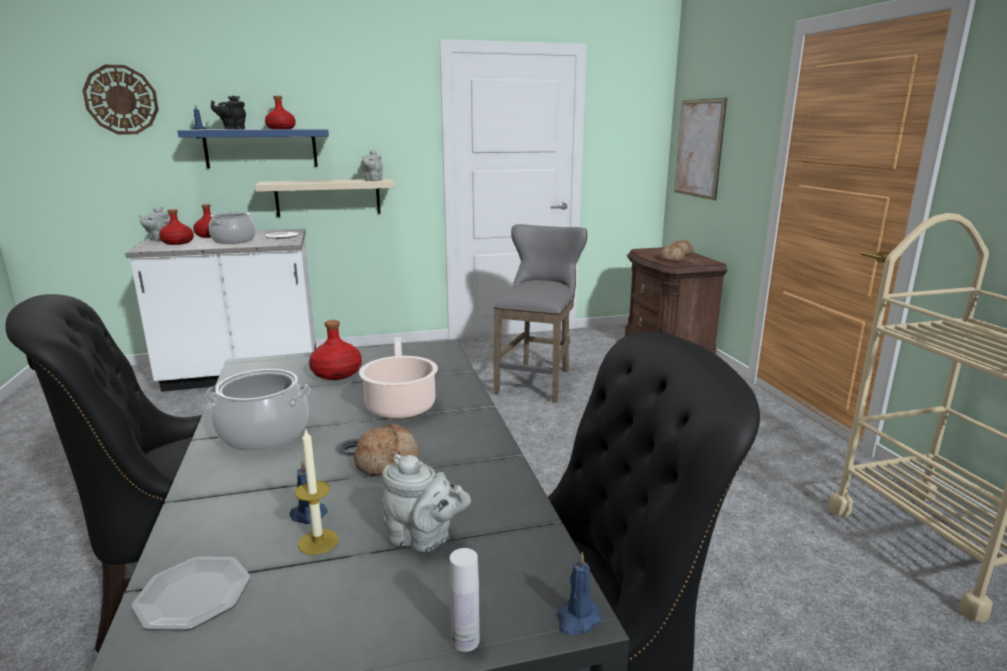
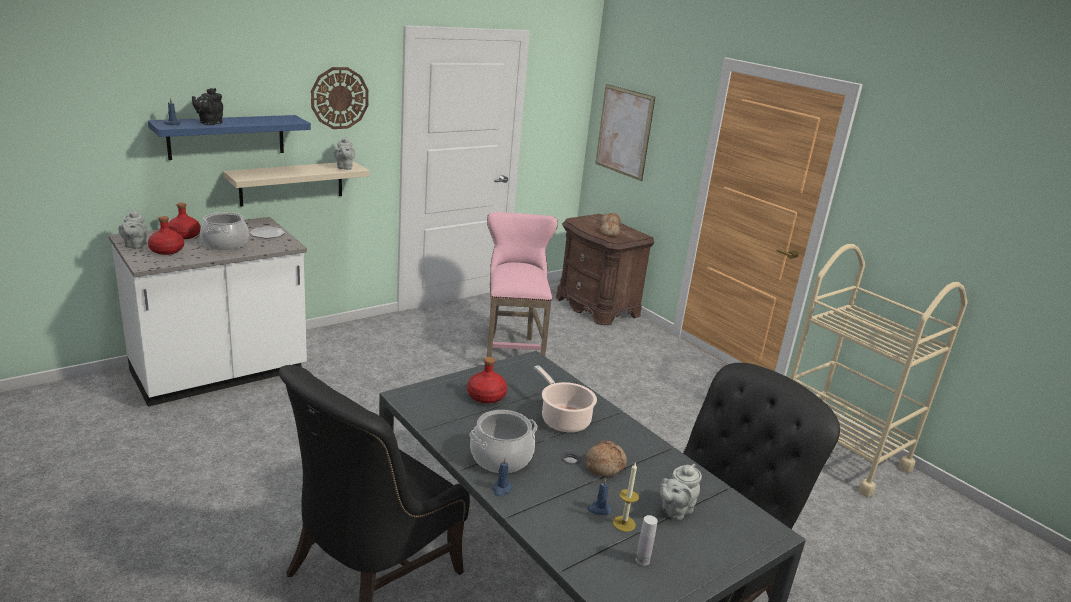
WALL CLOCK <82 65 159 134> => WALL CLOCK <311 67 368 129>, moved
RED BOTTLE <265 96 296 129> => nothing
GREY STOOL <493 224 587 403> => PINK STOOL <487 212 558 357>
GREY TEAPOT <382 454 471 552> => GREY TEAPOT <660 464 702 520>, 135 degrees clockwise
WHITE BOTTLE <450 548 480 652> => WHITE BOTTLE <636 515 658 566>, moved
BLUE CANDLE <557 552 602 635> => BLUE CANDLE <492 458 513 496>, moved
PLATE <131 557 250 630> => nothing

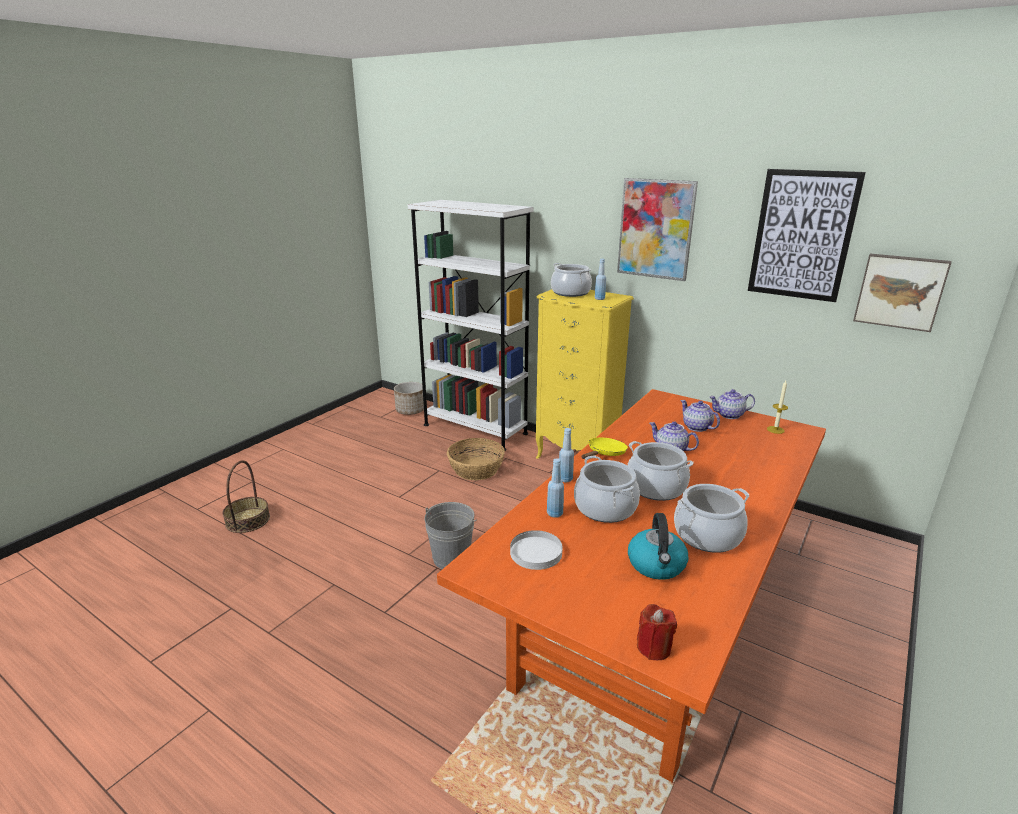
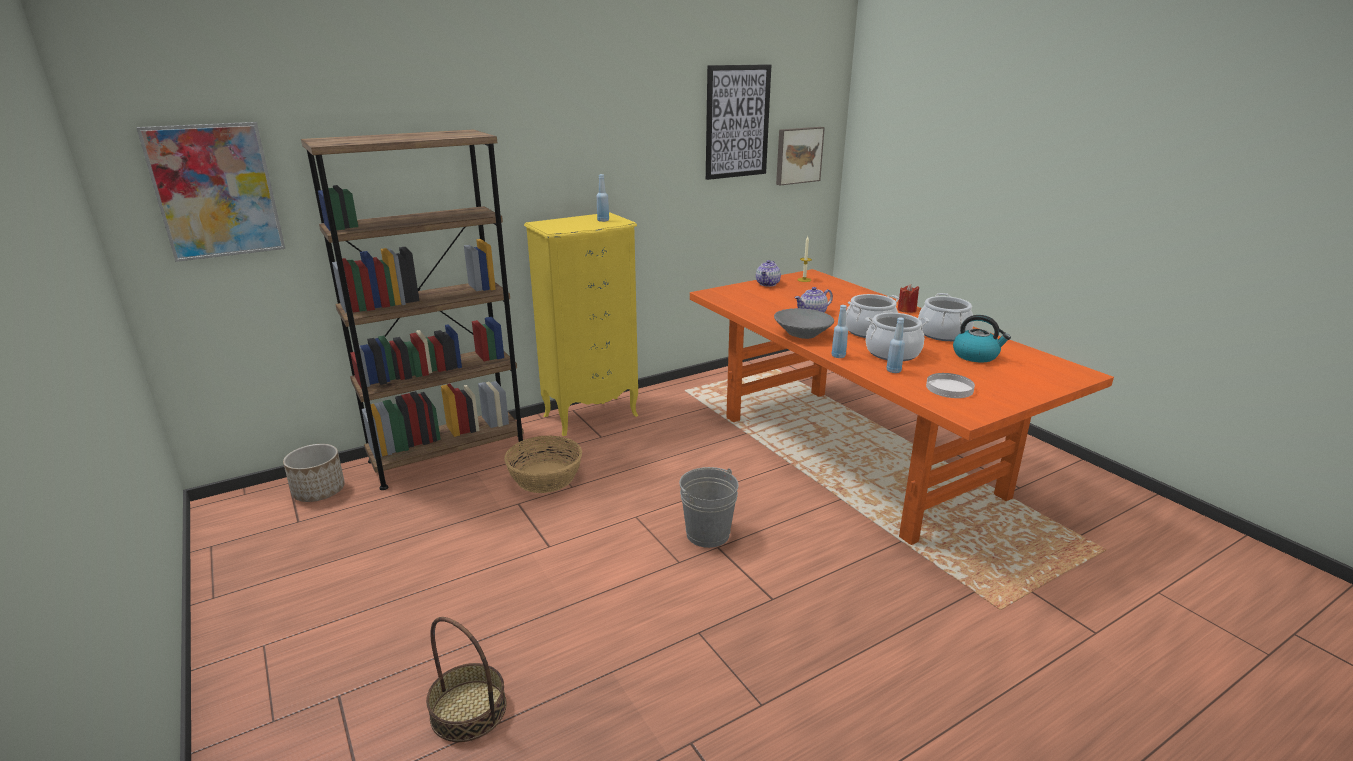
PICTURE <617 178 698 281> => PICTURE <136 122 285 262>, moved
WHITE BOOKCASE <408 200 534 451> => BROWN BOOKCASE <301 130 526 490>
COOKING POT <551 263 592 297> => nothing
TEAPOT <681 400 720 432> => nothing
YELLOW FRYING PAN <582 437 628 459> => GREY BOWL <774 308 834 339>
RED CANDLE <637 604 677 660> => RED CANDLE <898 284 919 313>, moved

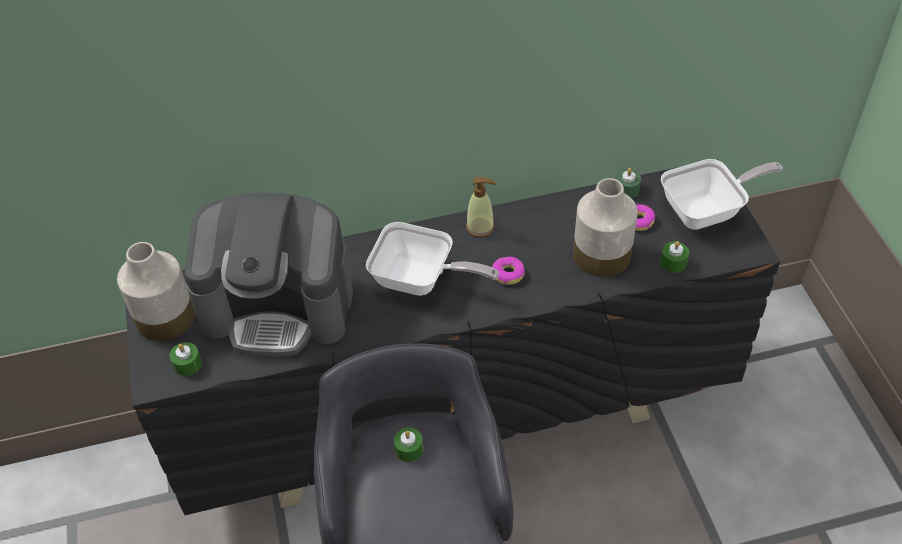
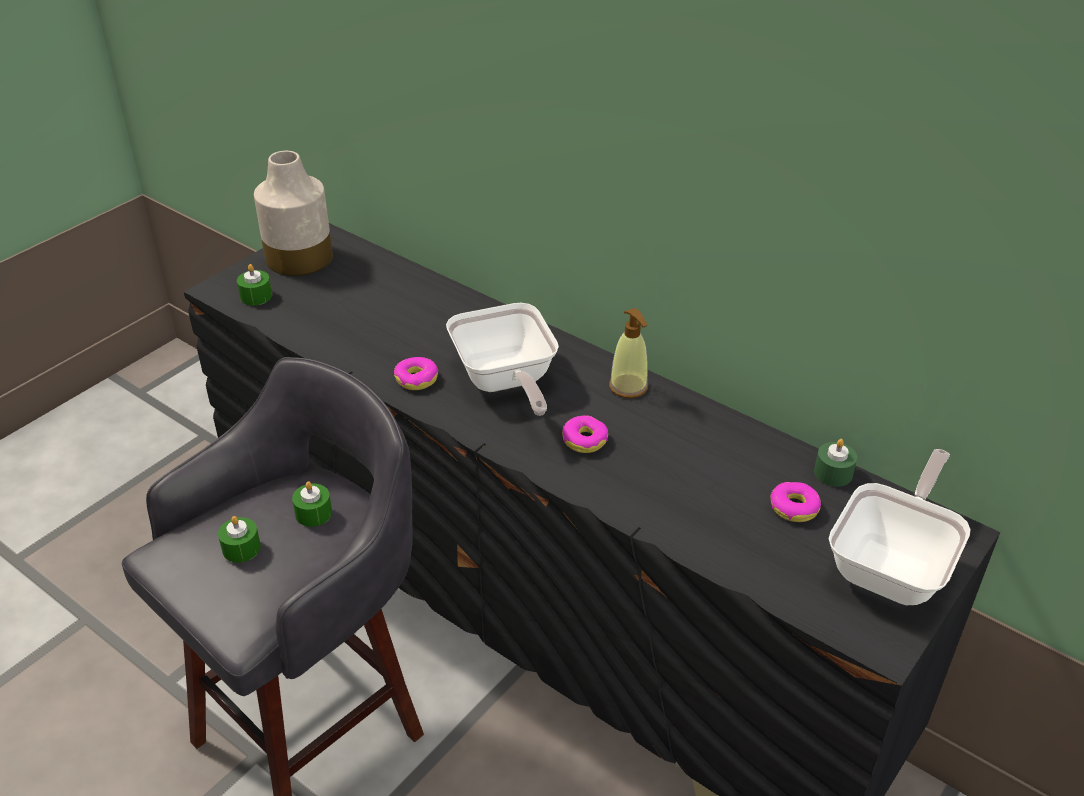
FRYING PAN <661 159 783 230> => FRYING PAN <829 449 971 605>, 90 degrees counterclockwise
BEIGE VASE <573 178 638 277> => nothing
COFFEE MACHINE <184 193 353 356> => nothing
GREEN CANDLE <660 241 689 273> => GREEN CANDLE <218 516 261 562>, moved
nothing => DONUT <394 357 438 390>

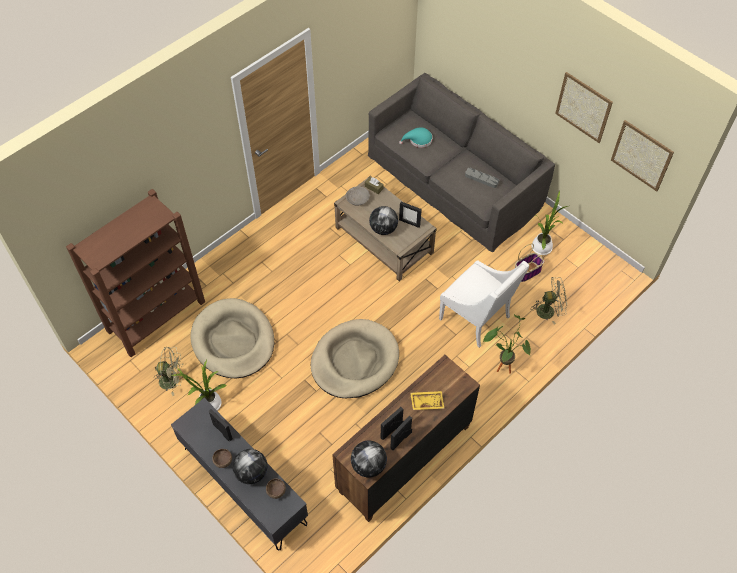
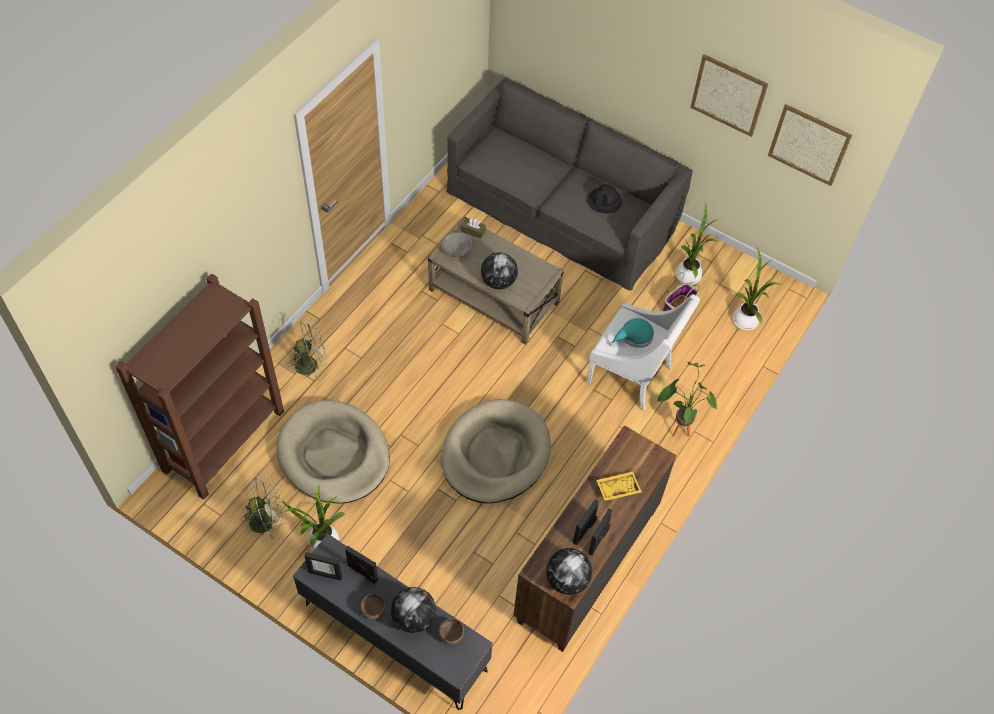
TURQUOISE HAT <399 127 433 148> => TURQUOISE HAT <610 318 654 348>, moved
GREY TRAY <465 168 499 188> => BLACK HAT <587 184 622 214>
PICTURE FRAME <399 202 422 228> => PICTURE FRAME <304 552 342 581>, moved
GREEN FAN <532 277 567 325> => GREEN FAN <287 320 327 380>, moved
nothing => POTTED PLANT <733 247 780 330>

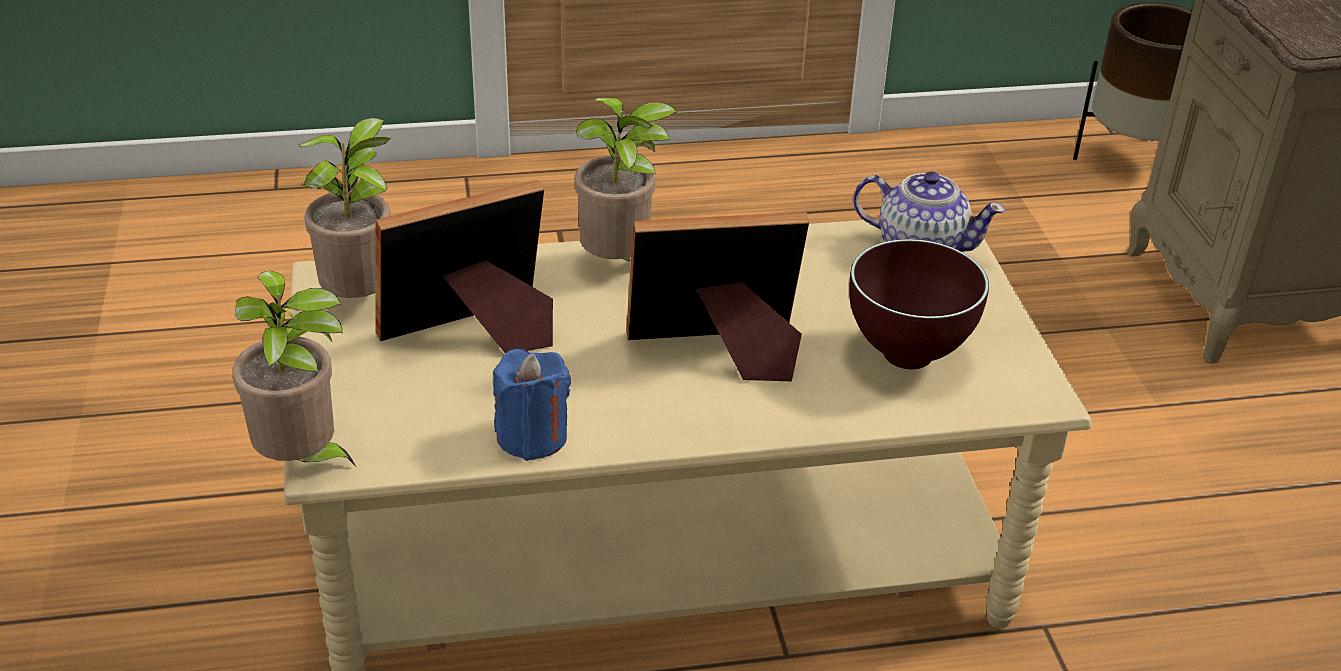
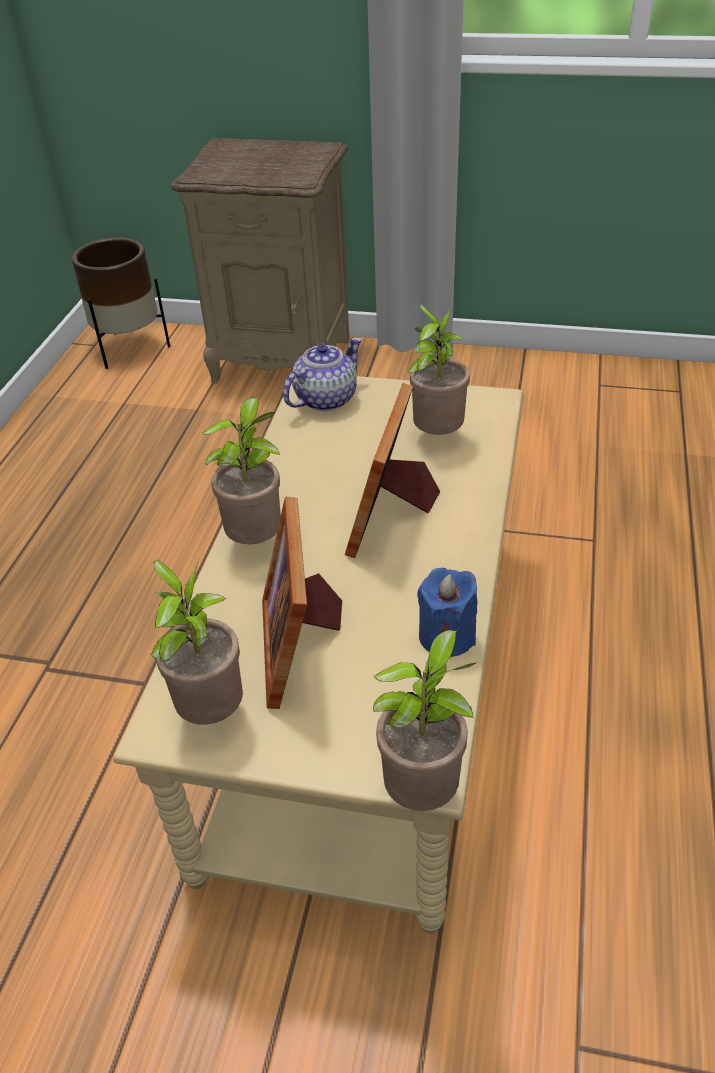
BROWN BOWL <849 239 989 369> => POTTED PLANT <408 305 470 435>

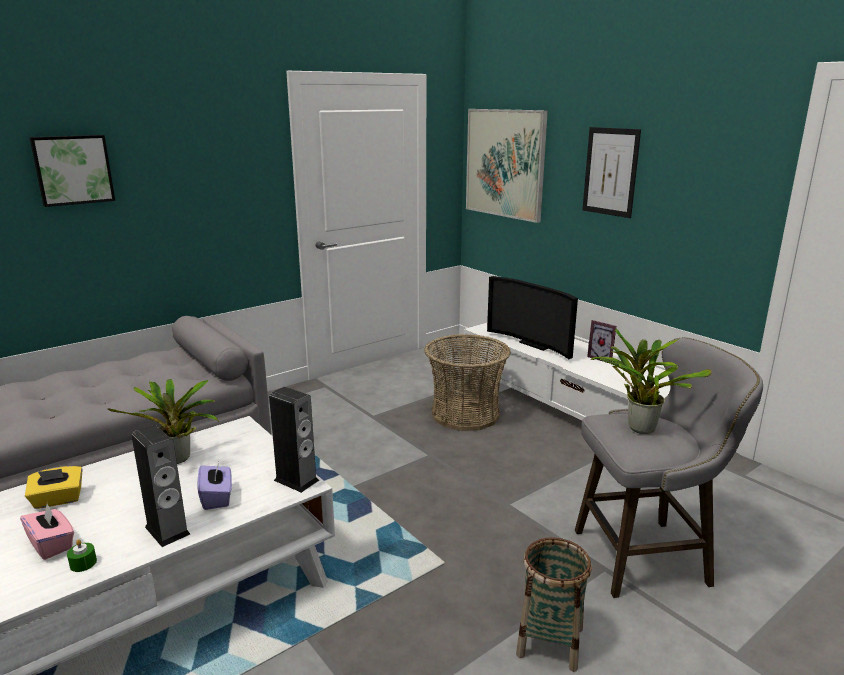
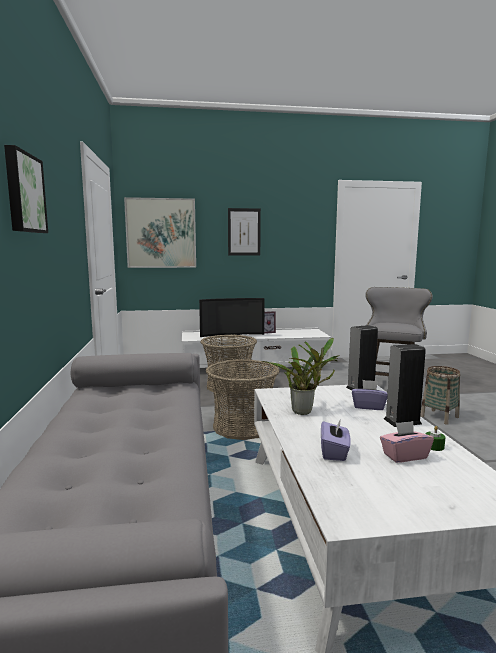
POTTED PLANT <590 329 712 434> => nothing
YELLOW TISSUE BOX <25 466 83 509> => PURPLE TISSUE BOX <321 420 351 461>
nothing => BASKET <206 359 280 440>

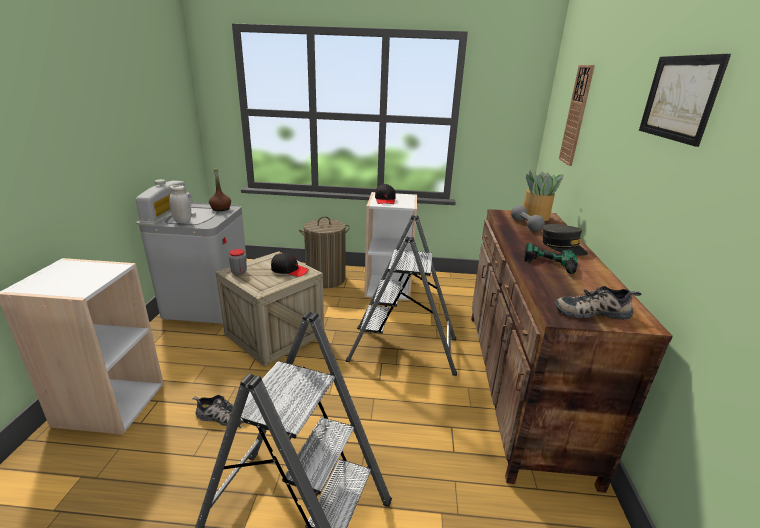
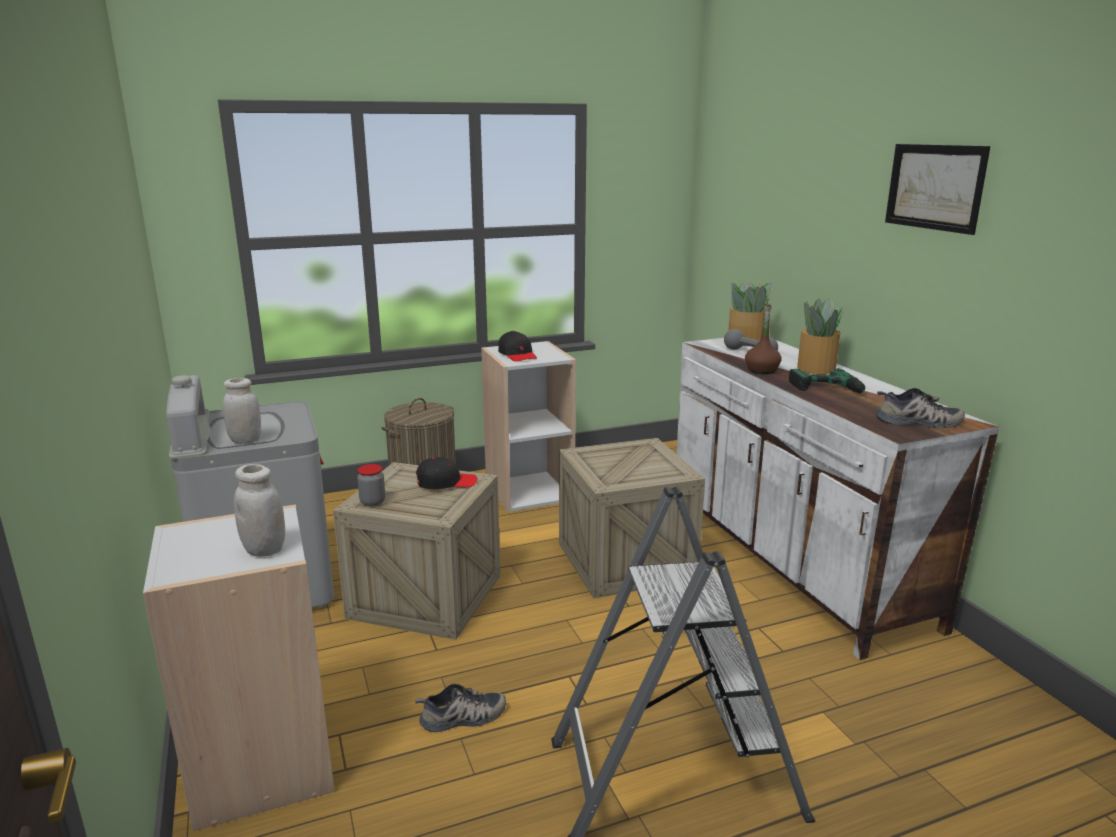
WALL CLOCK <559 65 595 166> => nothing
BROWN BOTTLE <209 169 231 211> => BROWN BOTTLE <745 304 782 374>, moved
BROWN CABINET <471 209 673 493> => WHITE CABINET <677 338 999 660>
GREY STEP LADDER <345 215 457 376> => CRATE <559 438 705 599>
GREY CAP <543 224 588 256> => POTTED PLANT <797 298 842 374>
SHOE <555 286 642 320> => SHOE <876 388 965 428>, 150 degrees counterclockwise
nothing => WHITE JAR <234 464 285 557>

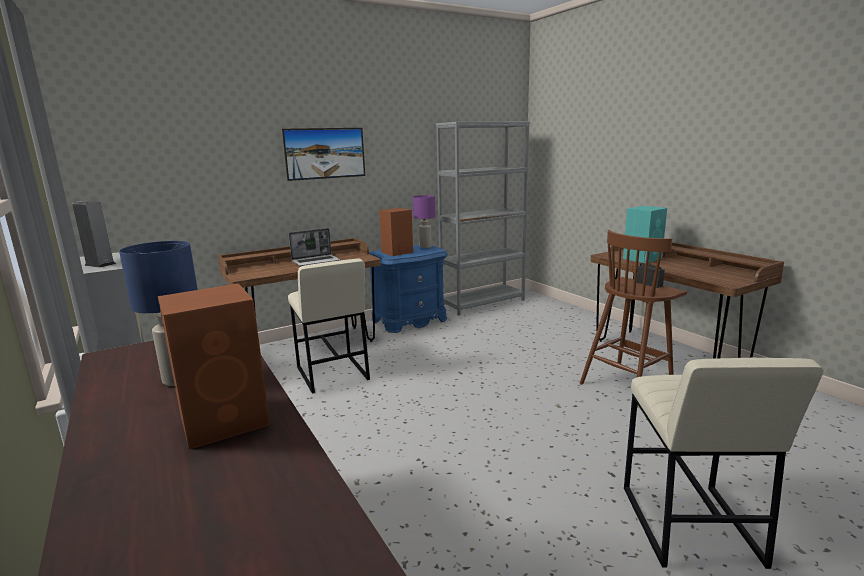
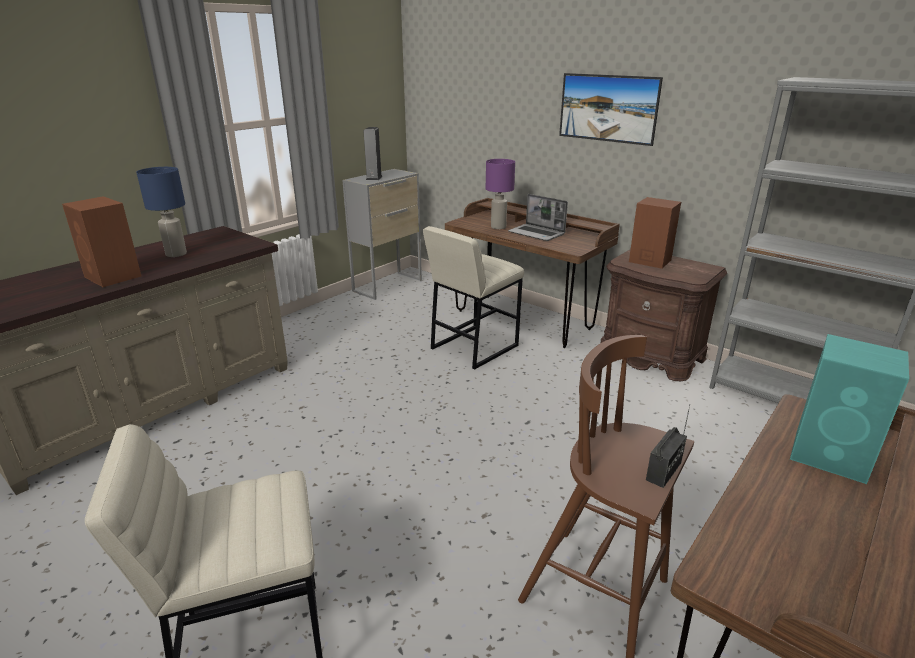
PURPLE TABLE LAMP <413 195 435 248> => PURPLE TABLE LAMP <486 159 515 229>, moved
BLUE NIGHTSTAND <369 245 448 333> => BROWN NIGHTSTAND <601 249 728 381>

